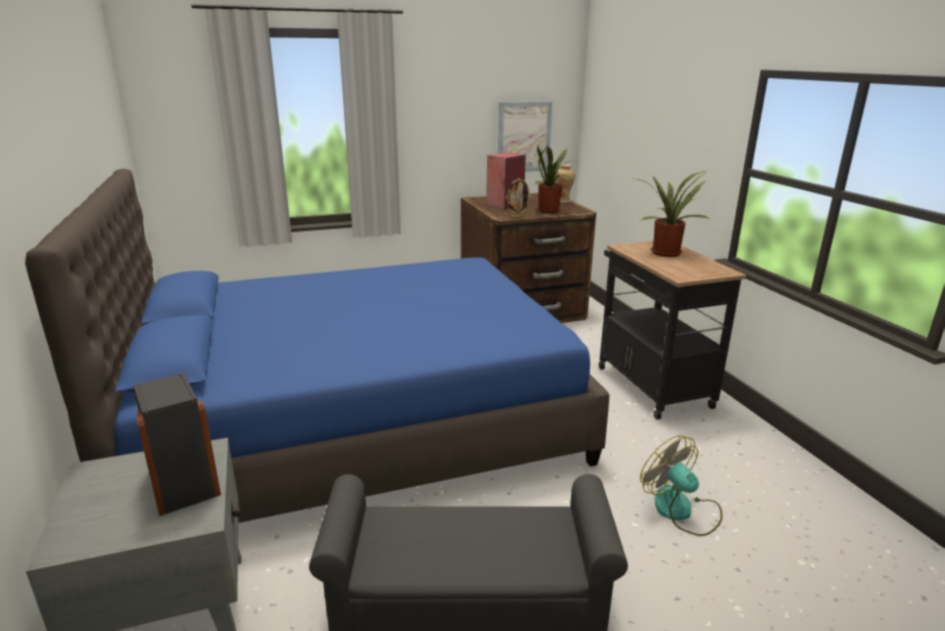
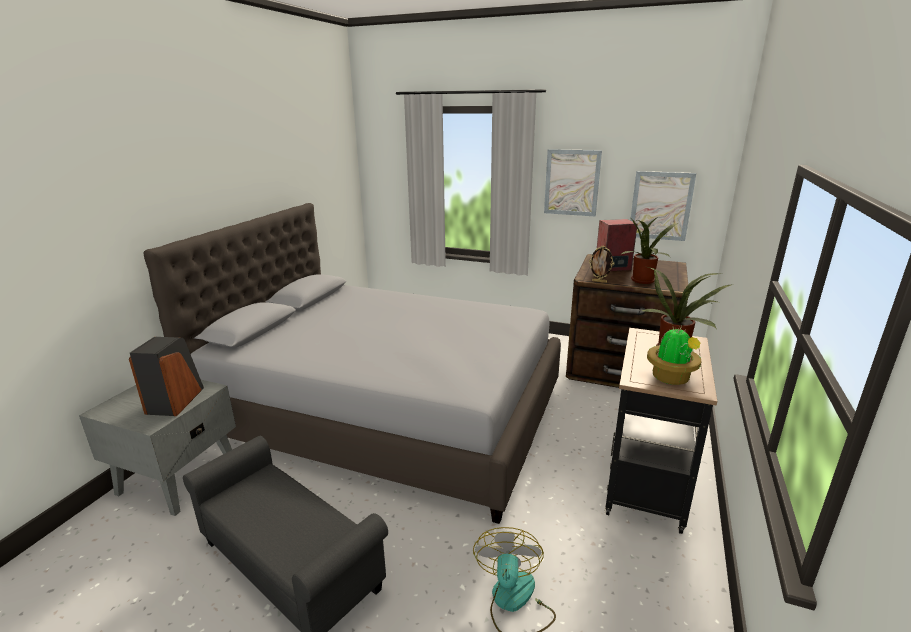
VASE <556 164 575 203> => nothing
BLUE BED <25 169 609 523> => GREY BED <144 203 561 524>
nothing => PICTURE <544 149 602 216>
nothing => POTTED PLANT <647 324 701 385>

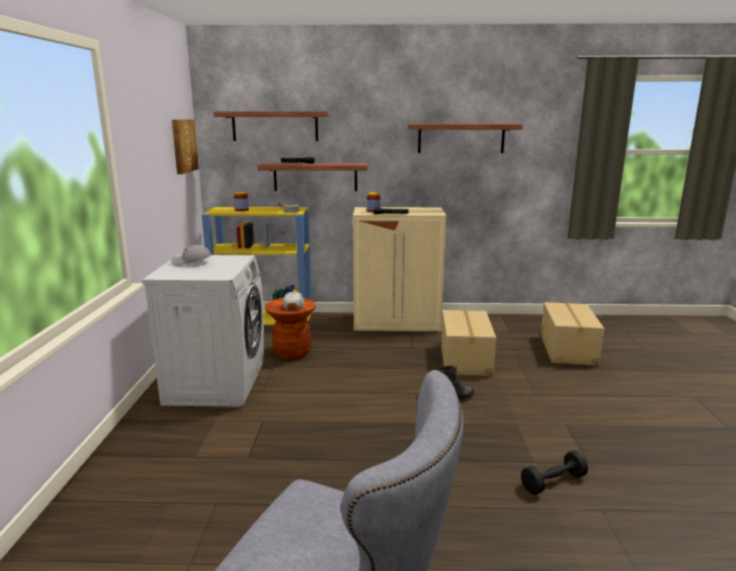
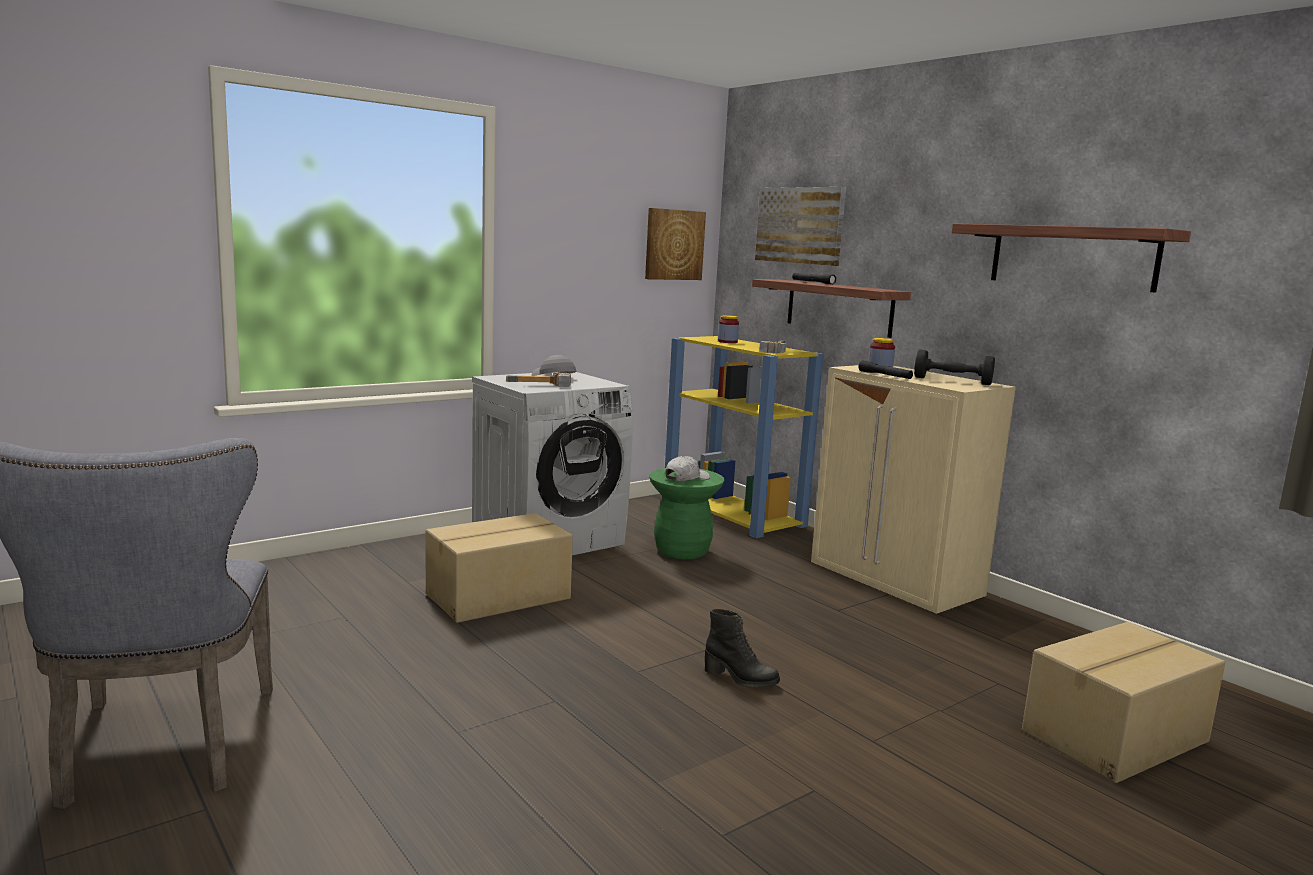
SHELF <213 111 328 141> => PICTURE <755 187 846 266>
BROWN STOOL <265 298 316 360> => GREEN STOOL <649 468 725 559>
CARDBOARD BOX <441 310 496 376> => CARDBOARD BOX <425 513 573 623>, moved
BLACK DUMBBELL <521 451 588 495> => BLACK DUMBBELL <914 350 995 385>, moved
nothing => HAMMER <506 372 571 387>

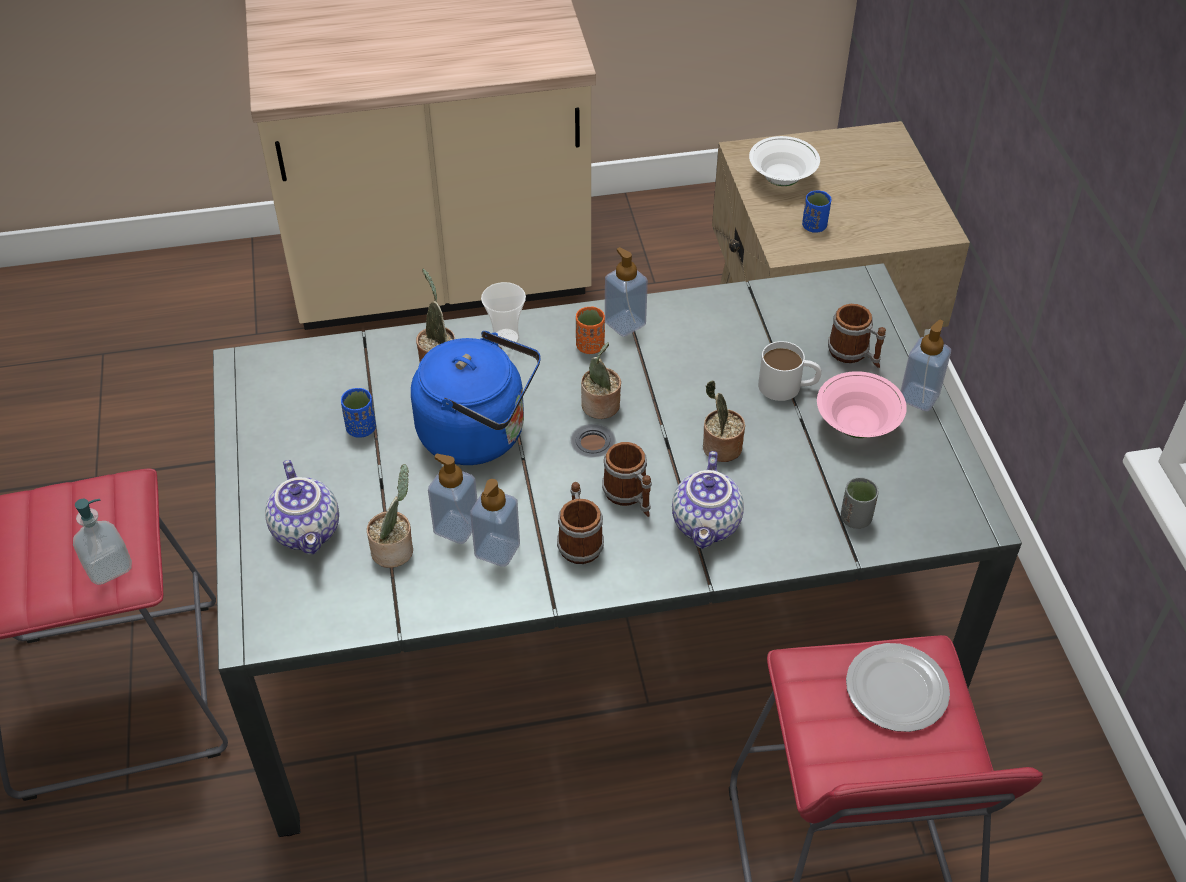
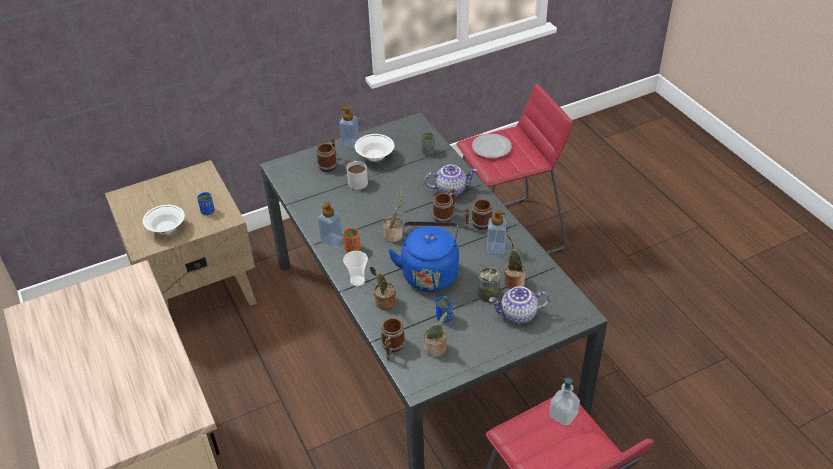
PINK BOWL <817 371 907 438> => WHITE BOWL <355 134 394 162>
POTTED PLANT <703 380 745 462> => POTTED PLANT <424 312 447 357>, moved
SOAP DISPENSER <428 454 477 544> => nothing
TEAPOT <265 460 339 555> => TEAPOT <489 286 550 324>, 150 degrees counterclockwise
nothing => CAN <478 267 500 303>
nothing => MUG <381 318 406 361>

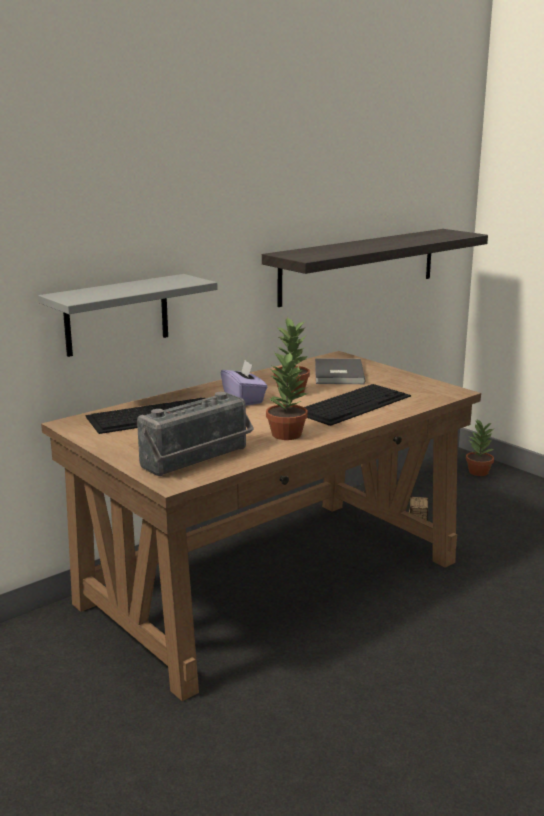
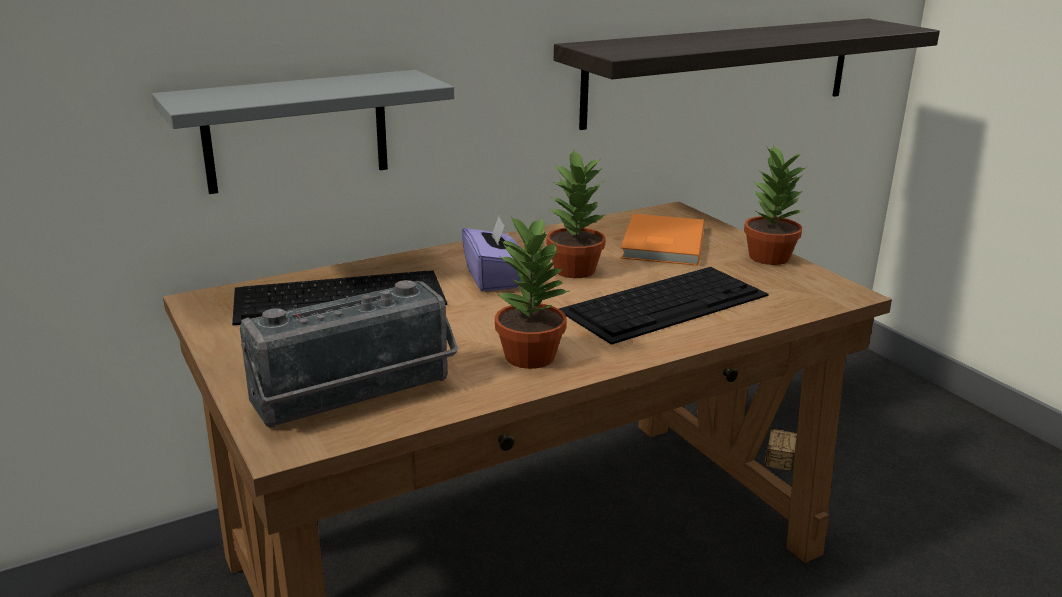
GREY BOOK <315 358 365 384> => ORANGE BOOK <620 214 705 266>
POTTED PLANT <466 419 495 476> => POTTED PLANT <744 145 808 265>, moved

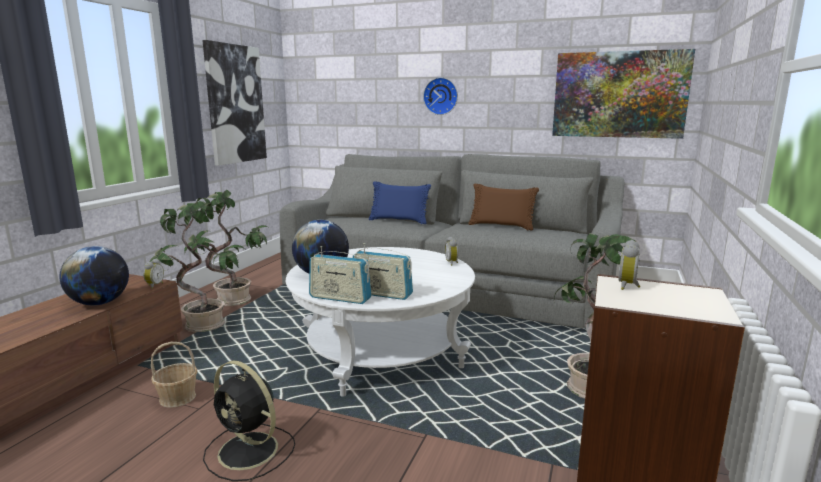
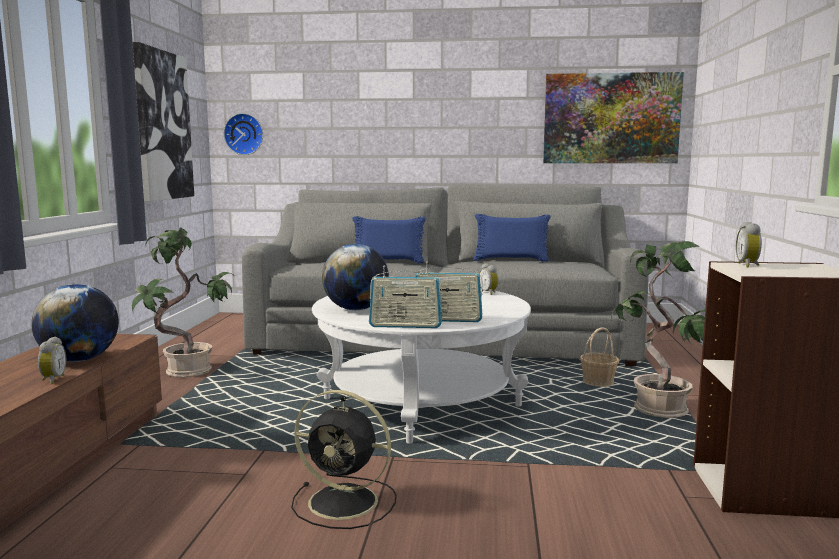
WALL CLOCK <423 77 458 115> => WALL CLOCK <224 113 263 155>, moved
BROWN PILLOW <468 184 539 231> => BLUE PILLOW <473 214 550 262>
POTTED PLANT <150 201 245 332> => nothing
ALARM CLOCK <143 258 164 289> => ALARM CLOCK <38 336 66 384>, moved
BASKET <151 342 198 408> => BASKET <580 327 619 387>, moved

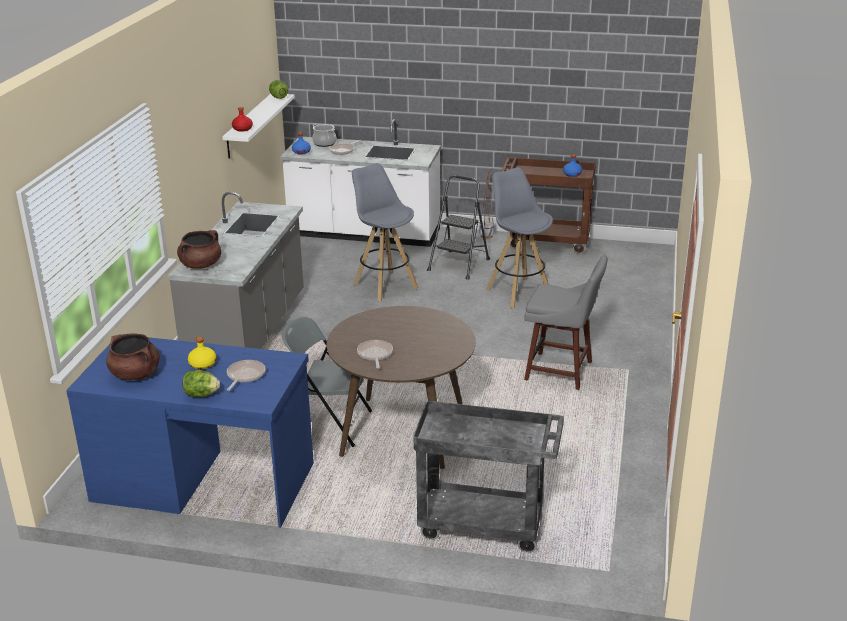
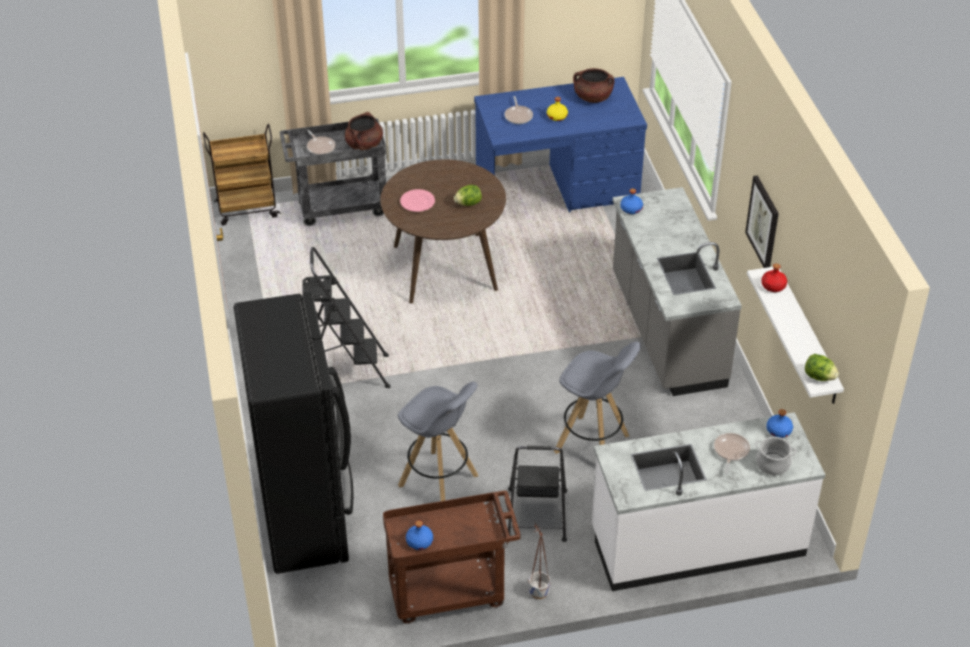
BROWN COOKING POT <177 230 221 269> => BROWN COOKING POT <345 112 383 150>, moved
GREY STOOL <524 255 608 390> => STEP LADDER <302 247 391 388>
GREY CHAIR <282 317 372 447> => nothing
FRYING PAN <357 340 393 369> => FRYING PAN <307 130 336 155>, moved
LETTUCE <183 370 220 397> => LETTUCE <454 185 482 206>, moved
nothing => BROWN CART <203 124 280 226>
nothing => PICTURE <745 175 779 268>
nothing => PINK PLATE <400 189 435 212>
nothing => BLUE BOTTLE <620 189 643 214>
nothing => BLACK FRIDGE <234 291 354 574>

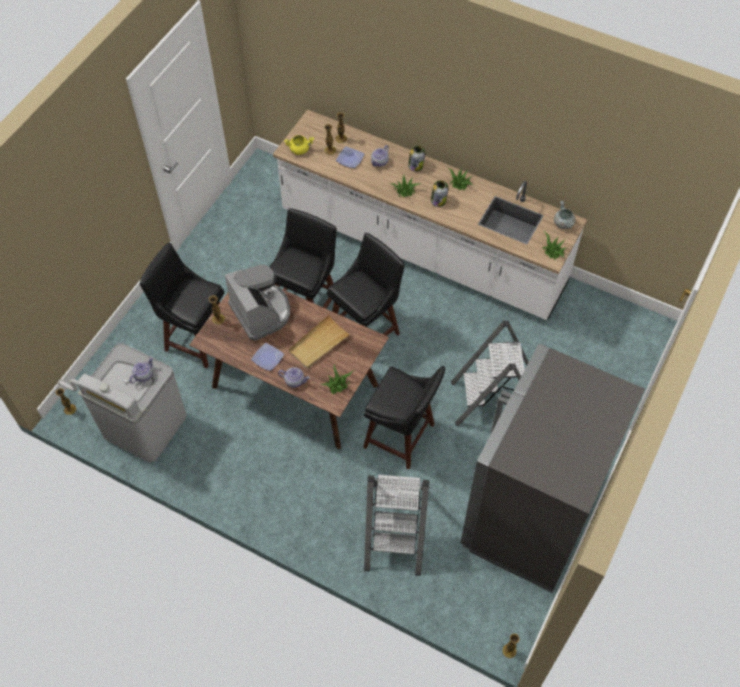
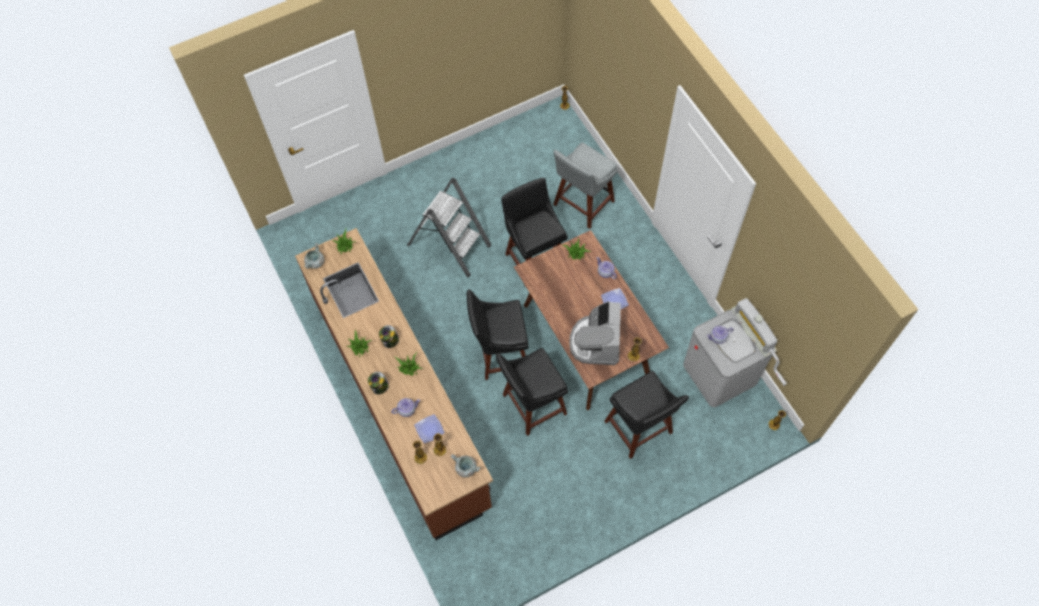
WHITE COUNTER <273 109 587 320> => BROWN COUNTER <295 228 493 540>
YELLOW COOKING POT <284 135 314 155> => GREY COOKING POT <451 454 480 478>
BEIGE TRAY <288 315 350 369> => nothing
GREY FRIDGE <460 343 645 593> => nothing
GREY STEP LADDER <364 475 430 576> => GREY CHAIR <553 143 618 229>

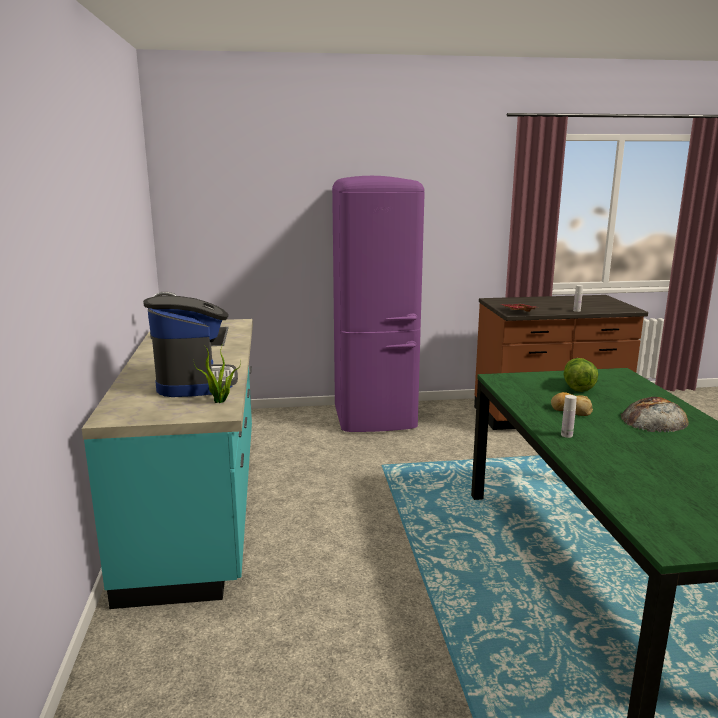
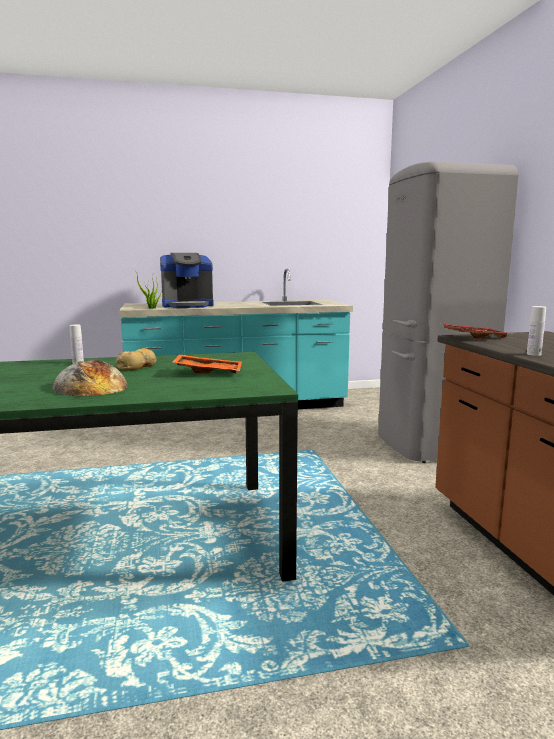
PURPLE FRIDGE <332 176 425 432> => GREY FRIDGE <378 162 518 463>
LETTUCE <563 358 598 392> => ORANGE TRAY <173 354 242 374>

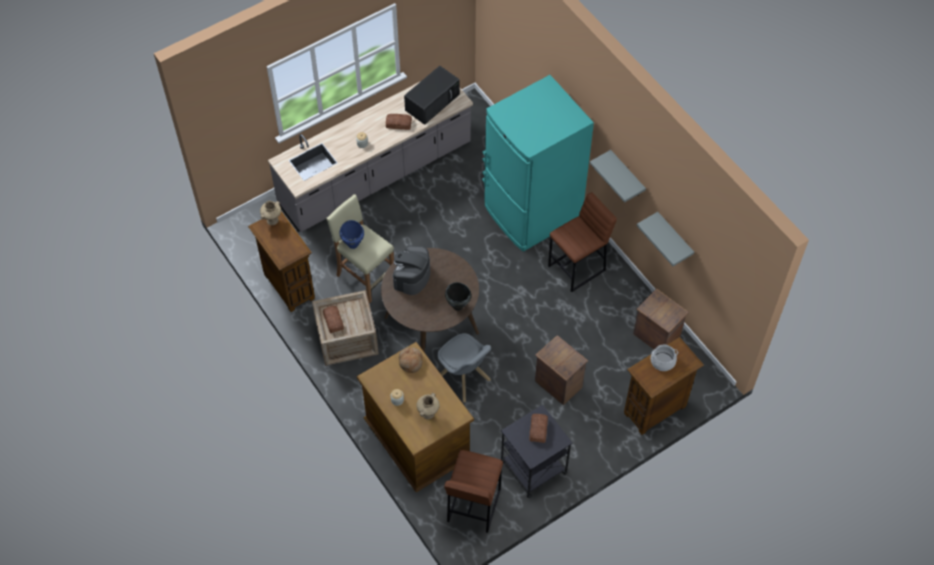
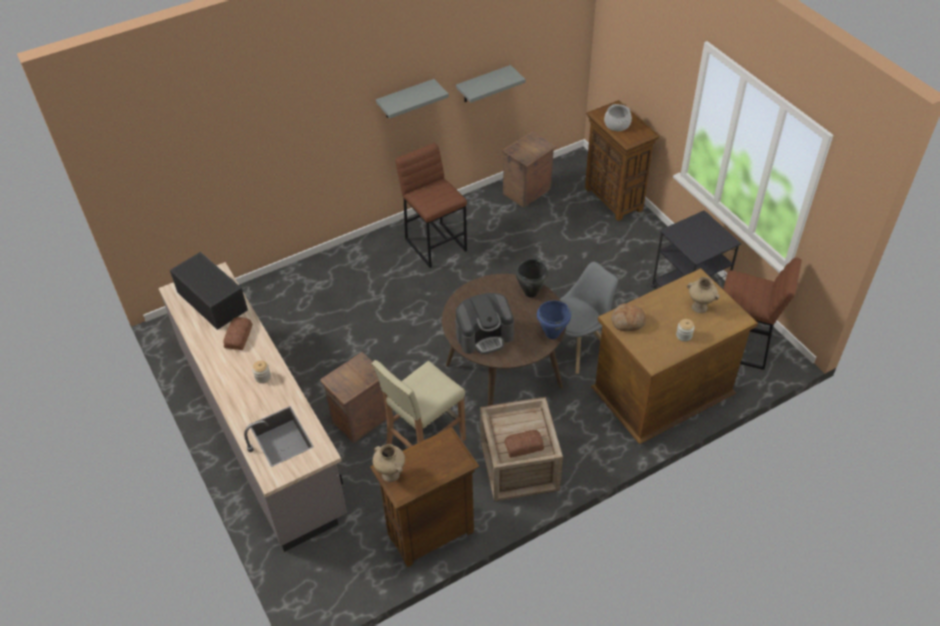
TURQUOISE FRIDGE <482 75 594 251> => nothing
BLUE COOKING POT <339 220 364 249> => BLUE COOKING POT <537 300 571 339>, moved
COFFEE MACHINE <392 245 430 295> => COFFEE MACHINE <455 293 514 354>, 45 degrees counterclockwise
CRATE <535 335 588 405> => CRATE <320 352 387 443>, moved
BREAD <530 414 548 443> => nothing

